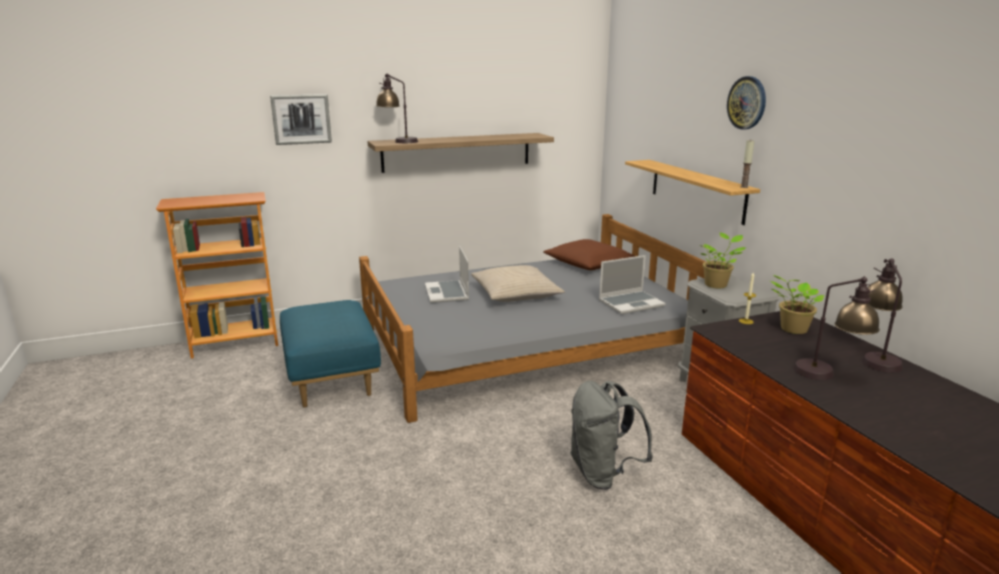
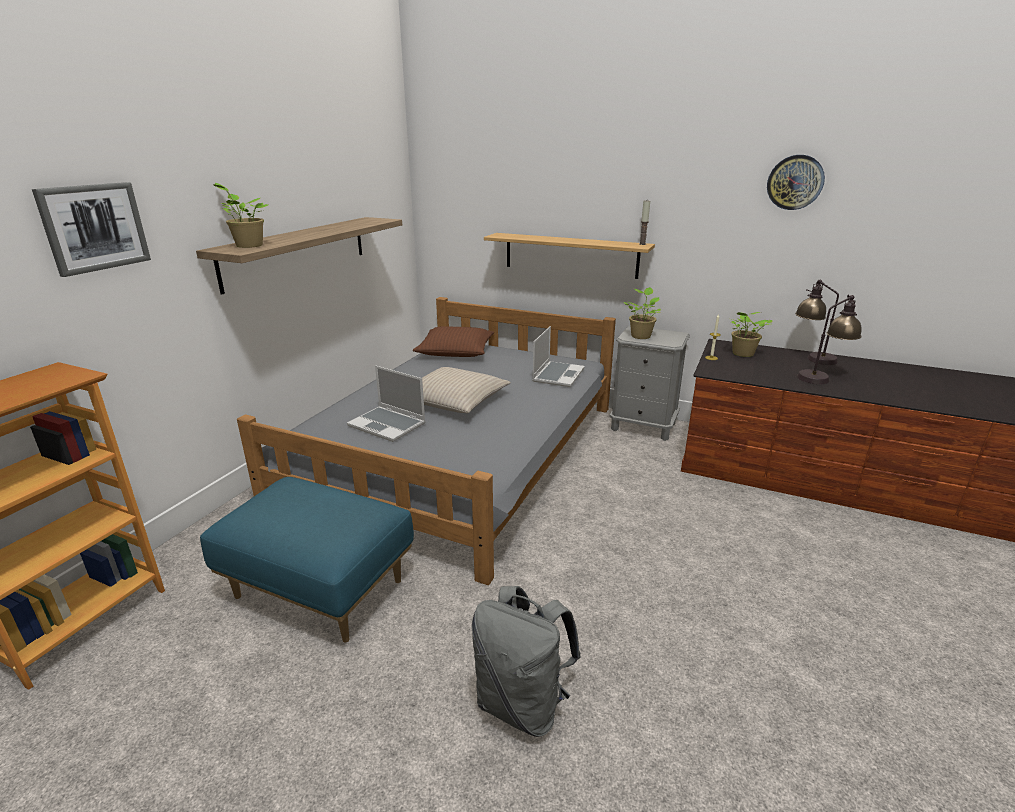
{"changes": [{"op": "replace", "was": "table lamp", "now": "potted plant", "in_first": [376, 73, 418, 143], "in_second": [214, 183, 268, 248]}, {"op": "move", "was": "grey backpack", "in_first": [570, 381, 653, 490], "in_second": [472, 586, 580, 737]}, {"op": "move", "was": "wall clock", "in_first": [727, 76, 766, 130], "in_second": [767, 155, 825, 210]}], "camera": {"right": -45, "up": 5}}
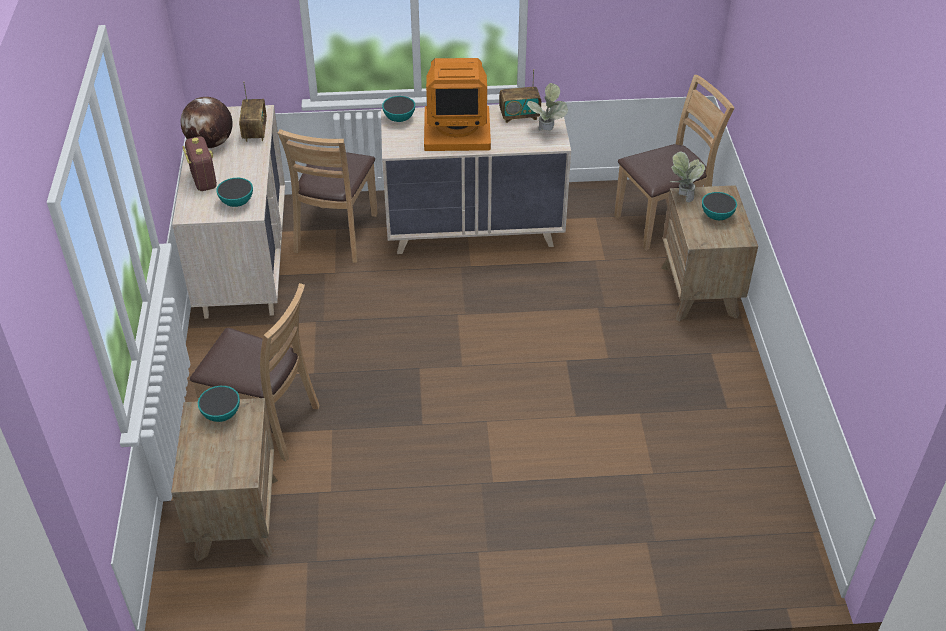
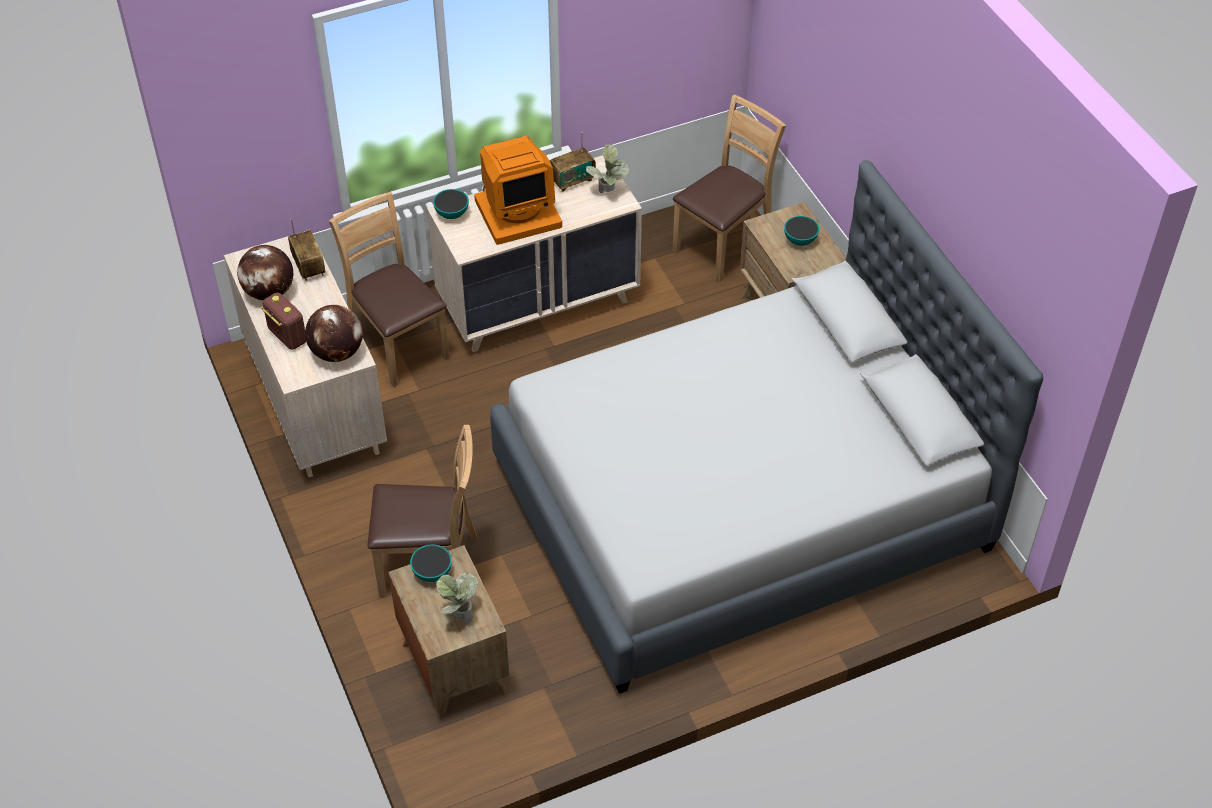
{"changes": [{"op": "replace", "was": "bowl", "now": "globe", "in_first": [216, 178, 253, 207], "in_second": [305, 305, 363, 362]}, {"op": "rotate", "was": "brown chair", "in_first": [278, 129, 378, 263], "in_second": [329, 192, 450, 387], "clockwise": 150}, {"op": "move", "was": "potted plant", "in_first": [670, 151, 705, 202], "in_second": [436, 573, 478, 624]}, {"op": "insert", "now": "grey bed", "in_second": [490, 160, 1043, 694]}], "camera": {"right": -20, "up": 5}}
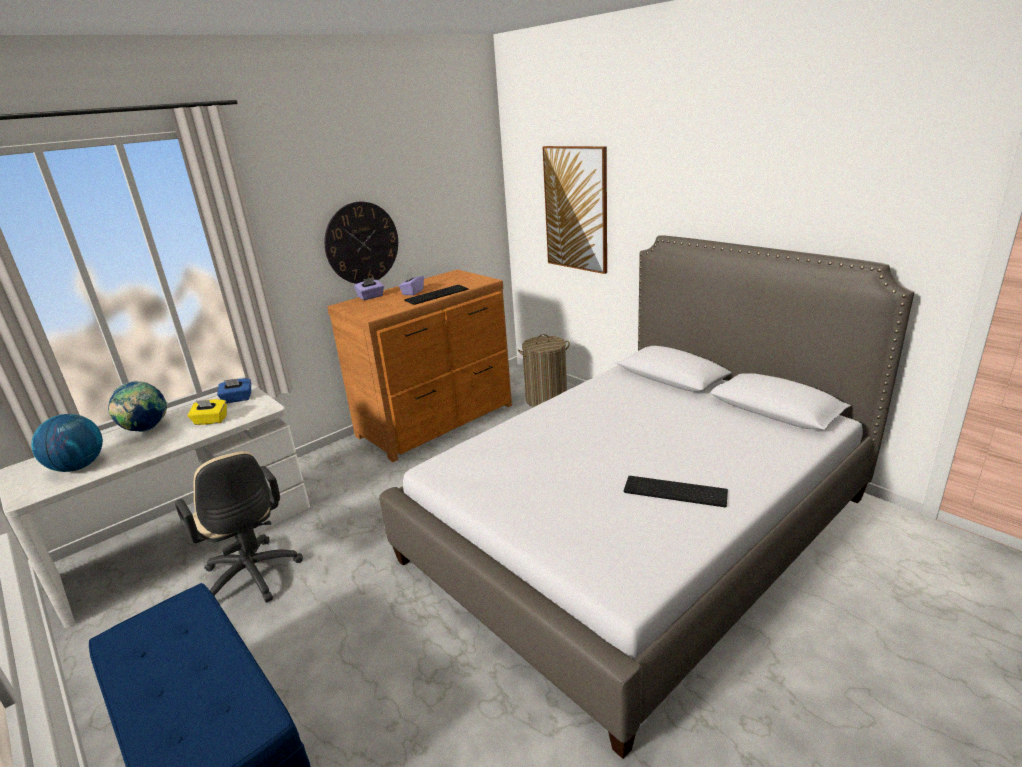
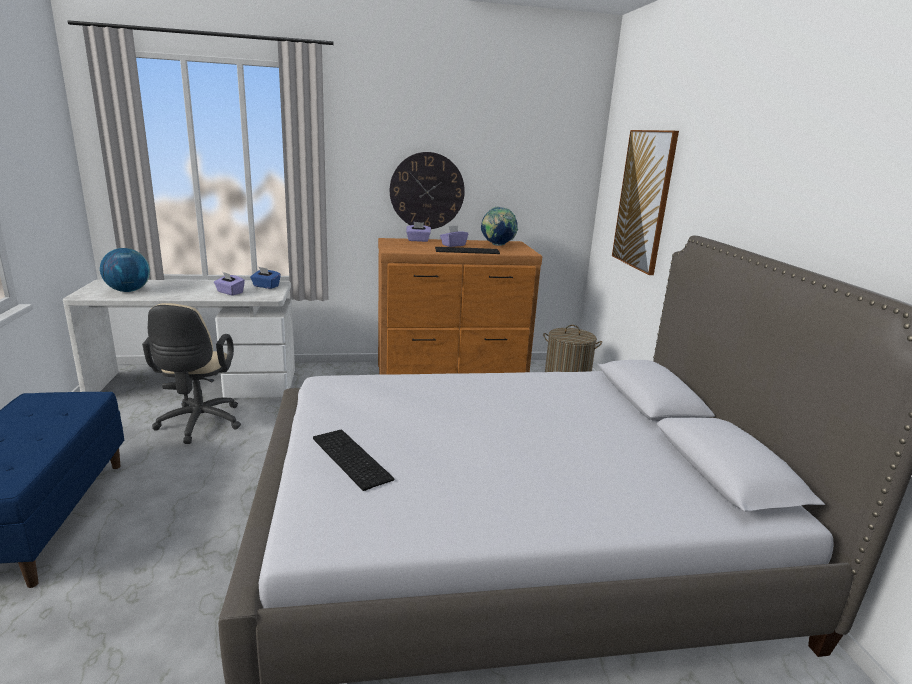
{"changes": [{"op": "recolor", "was": "yellow tissue box", "now": "purple tissue box", "in_first": [188, 399, 227, 425], "in_second": [214, 272, 245, 295]}, {"op": "move", "was": "keyboard", "in_first": [624, 476, 728, 507], "in_second": [313, 430, 394, 491]}, {"op": "move", "was": "globe", "in_first": [108, 381, 167, 432], "in_second": [481, 207, 518, 246]}], "camera": {"right": 30, "up": -5}}
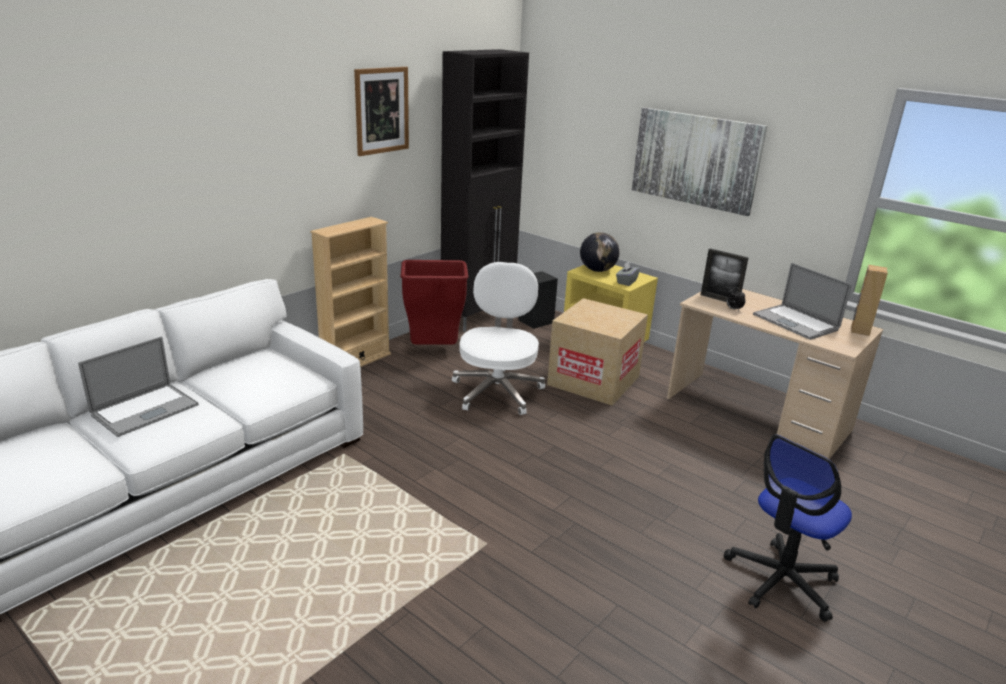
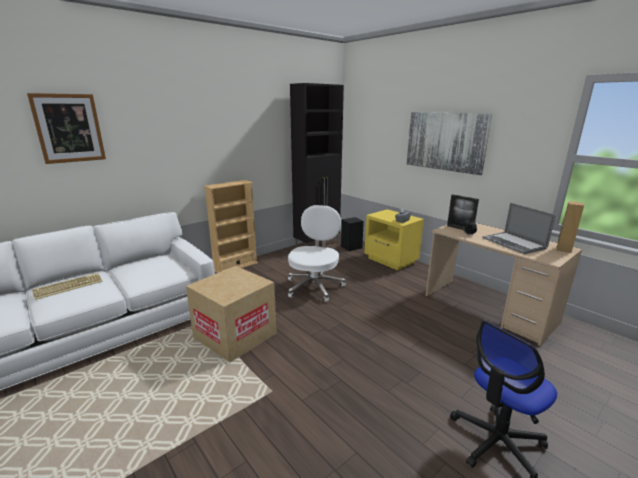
{"changes": [{"op": "move", "was": "picture", "in_first": [354, 67, 409, 156], "in_second": [27, 93, 106, 164]}, {"op": "replace", "was": "laptop", "now": "keyboard", "in_first": [78, 337, 199, 437], "in_second": [32, 273, 103, 300]}, {"op": "move", "was": "cardboard box", "in_first": [547, 298, 648, 406], "in_second": [186, 266, 277, 362]}, {"op": "delete", "was": "red trash can", "in_first": [400, 260, 469, 345]}, {"op": "delete", "was": "globe", "in_first": [580, 232, 620, 272]}], "camera": {"right": 10, "up": -5}}
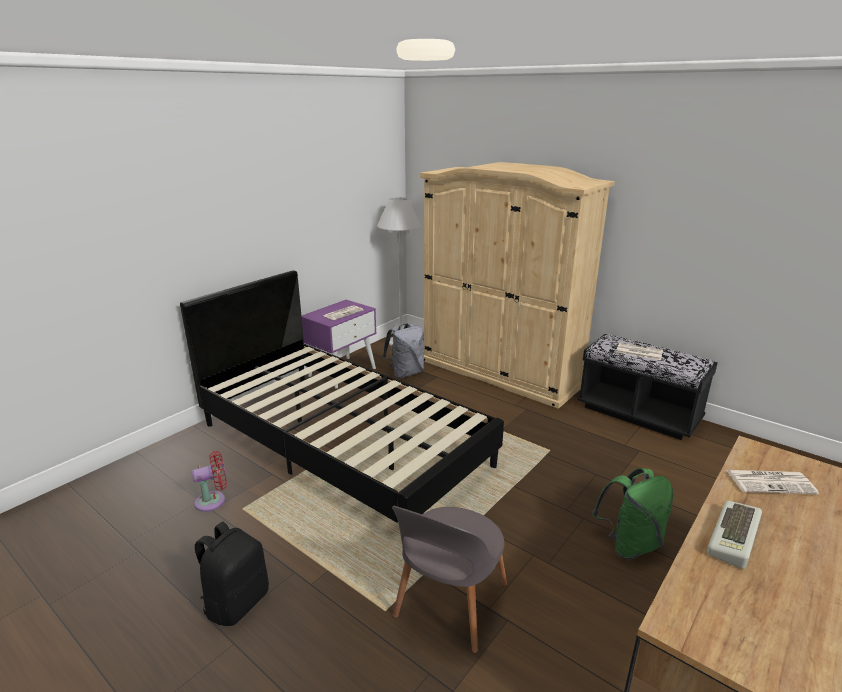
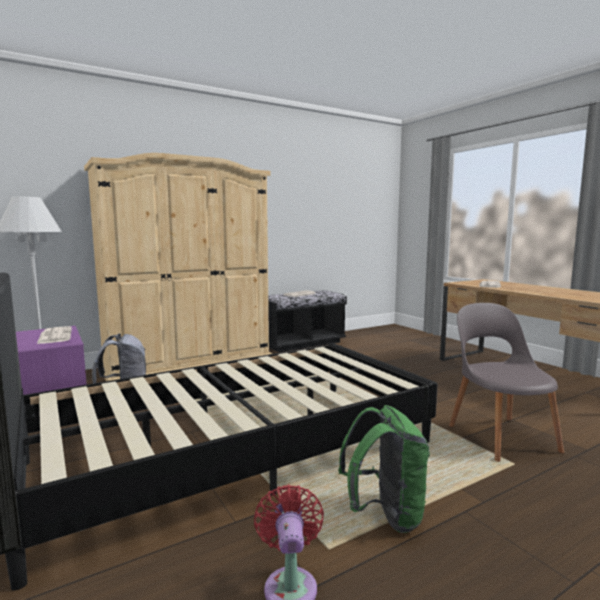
{"changes": [{"op": "move", "was": "green backpack", "in_first": [592, 468, 673, 559], "in_second": [338, 405, 430, 533]}, {"op": "rotate", "was": "grey chair", "in_first": [392, 506, 507, 653], "in_second": [449, 303, 564, 462], "clockwise": -150}, {"op": "delete", "was": "black backpack", "in_first": [195, 522, 269, 626]}, {"op": "delete", "was": "keyboard", "in_first": [707, 501, 762, 569]}], "camera": {"right": -70, "up": -15}}
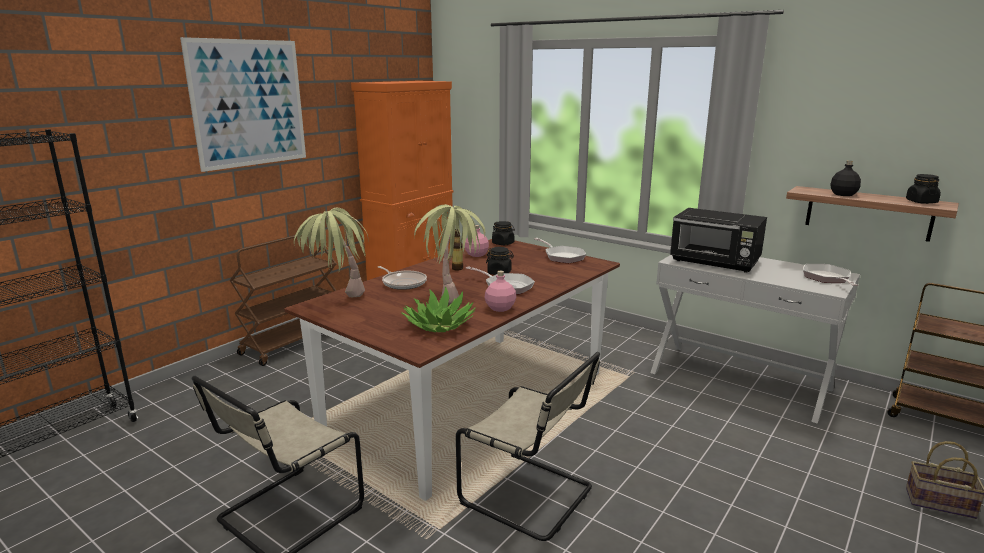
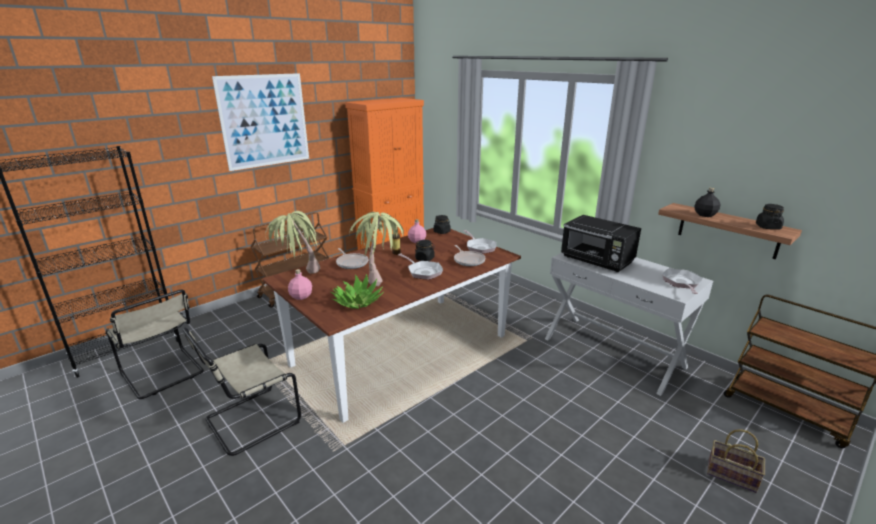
{"changes": [{"op": "move", "was": "beige chair", "in_first": [456, 352, 600, 541], "in_second": [106, 290, 204, 399]}, {"op": "move", "was": "pink bottle", "in_first": [484, 271, 516, 312], "in_second": [288, 269, 312, 300]}, {"op": "insert", "now": "frying pan", "in_second": [454, 245, 485, 266]}], "camera": {"right": 10, "up": 5}}
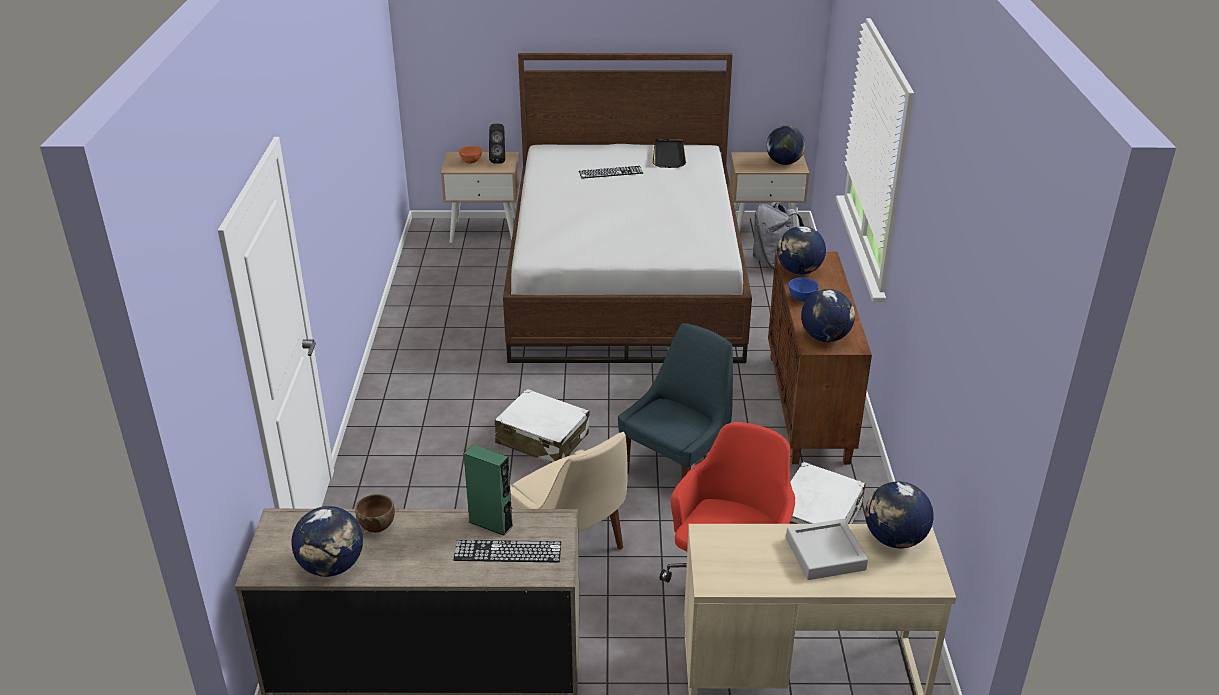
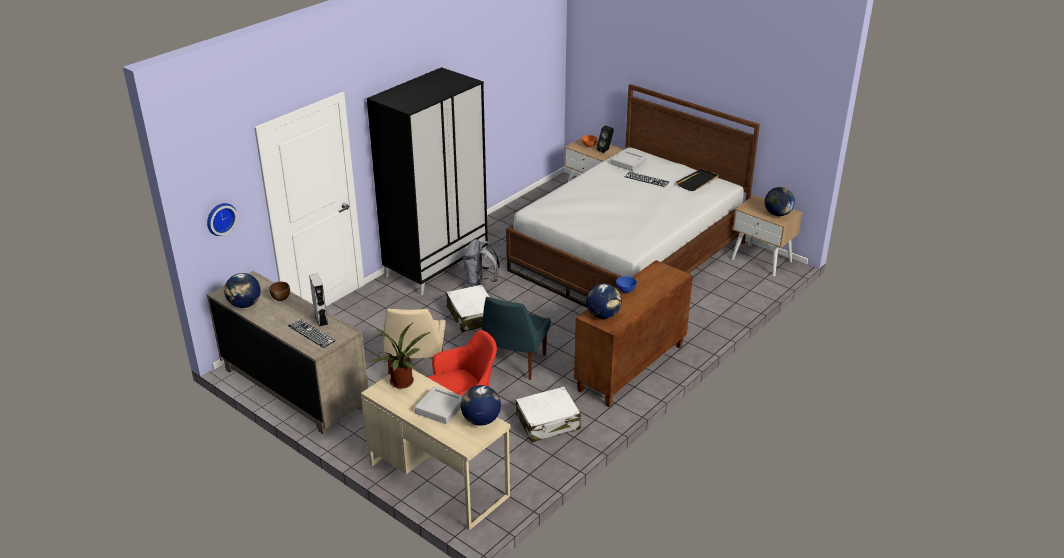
{"changes": [{"op": "insert", "now": "wall clock", "in_second": [207, 203, 238, 236]}, {"op": "recolor", "was": "green speaker", "now": "grey speaker", "in_first": [464, 445, 513, 536], "in_second": [309, 274, 328, 327]}, {"op": "insert", "now": "black wardrobe", "in_second": [367, 67, 488, 296]}, {"op": "insert", "now": "potted plant", "in_second": [371, 323, 431, 389]}, {"op": "move", "was": "grey backpack", "in_first": [753, 202, 804, 269], "in_second": [463, 239, 500, 287]}, {"op": "rotate", "was": "blue chair", "in_first": [618, 323, 733, 479], "in_second": [482, 297, 551, 380], "clockwise": 120}, {"op": "insert", "now": "grey tray", "in_second": [611, 150, 646, 171]}, {"op": "delete", "was": "globe", "in_first": [777, 226, 826, 275]}], "camera": {"right": 40, "up": 0}}
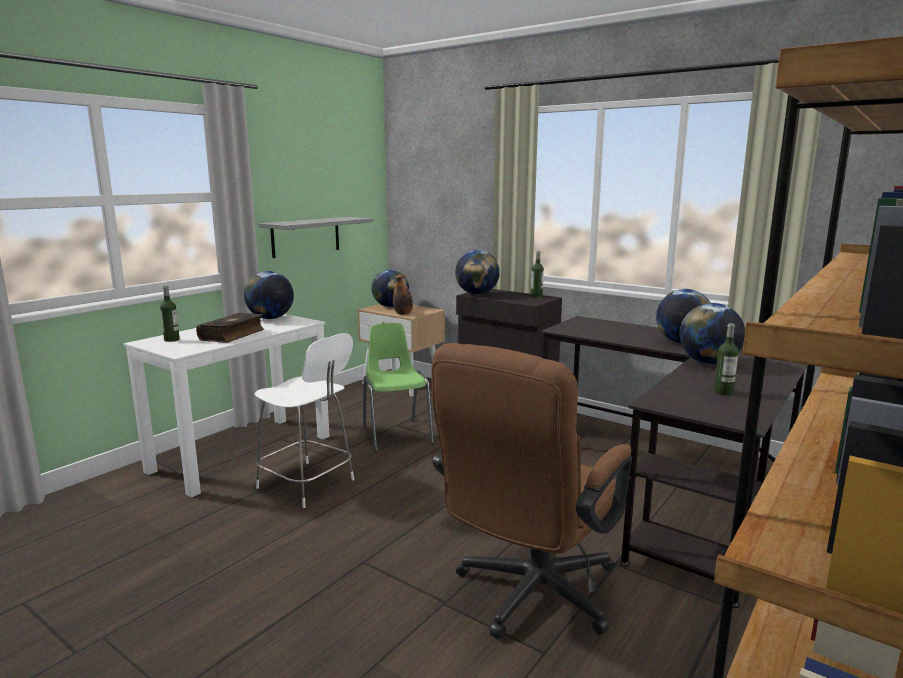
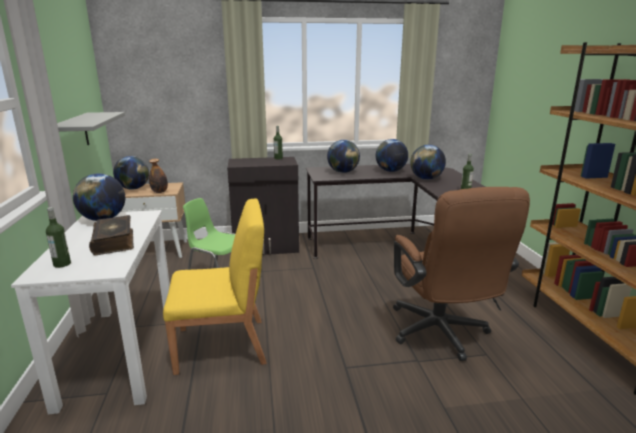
{"changes": [{"op": "replace", "was": "white stool", "now": "yellow chair", "in_first": [254, 333, 354, 508], "in_second": [163, 199, 267, 375]}, {"op": "move", "was": "globe", "in_first": [455, 250, 500, 295], "in_second": [327, 140, 360, 173]}], "camera": {"right": -45, "up": 5}}
